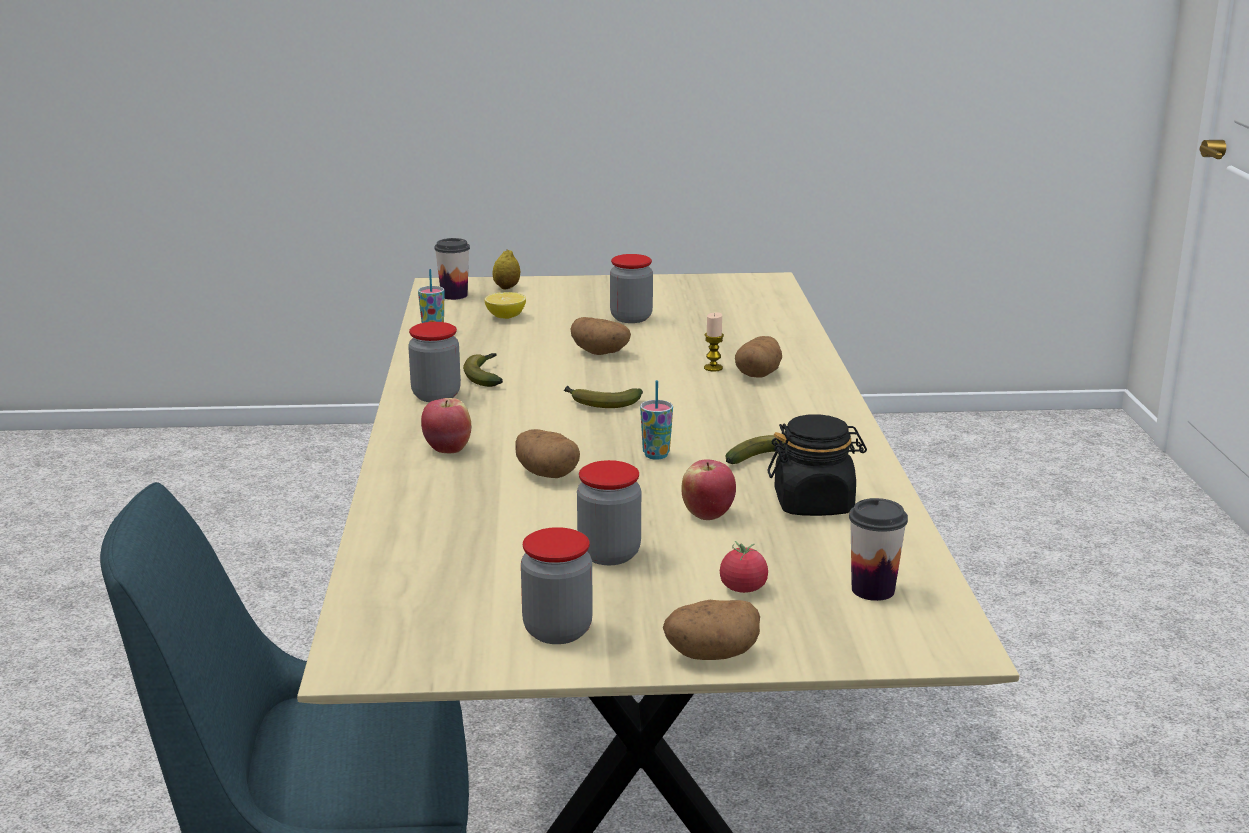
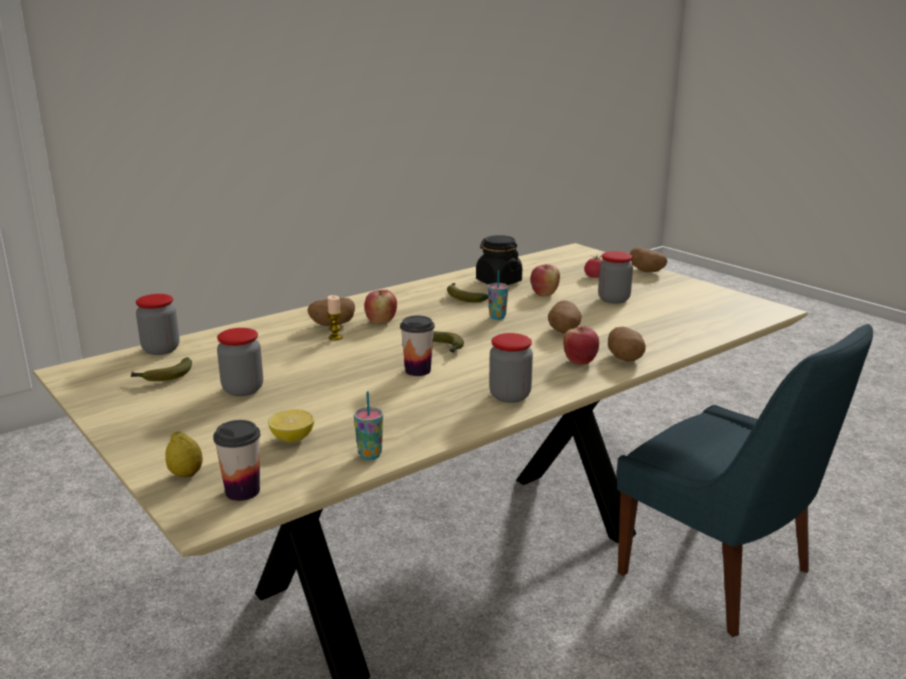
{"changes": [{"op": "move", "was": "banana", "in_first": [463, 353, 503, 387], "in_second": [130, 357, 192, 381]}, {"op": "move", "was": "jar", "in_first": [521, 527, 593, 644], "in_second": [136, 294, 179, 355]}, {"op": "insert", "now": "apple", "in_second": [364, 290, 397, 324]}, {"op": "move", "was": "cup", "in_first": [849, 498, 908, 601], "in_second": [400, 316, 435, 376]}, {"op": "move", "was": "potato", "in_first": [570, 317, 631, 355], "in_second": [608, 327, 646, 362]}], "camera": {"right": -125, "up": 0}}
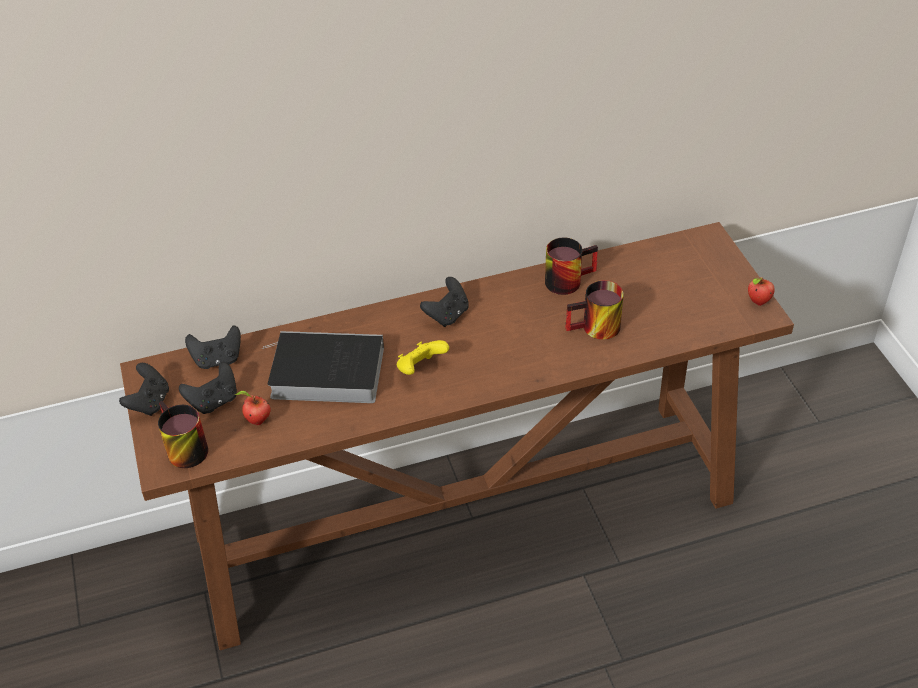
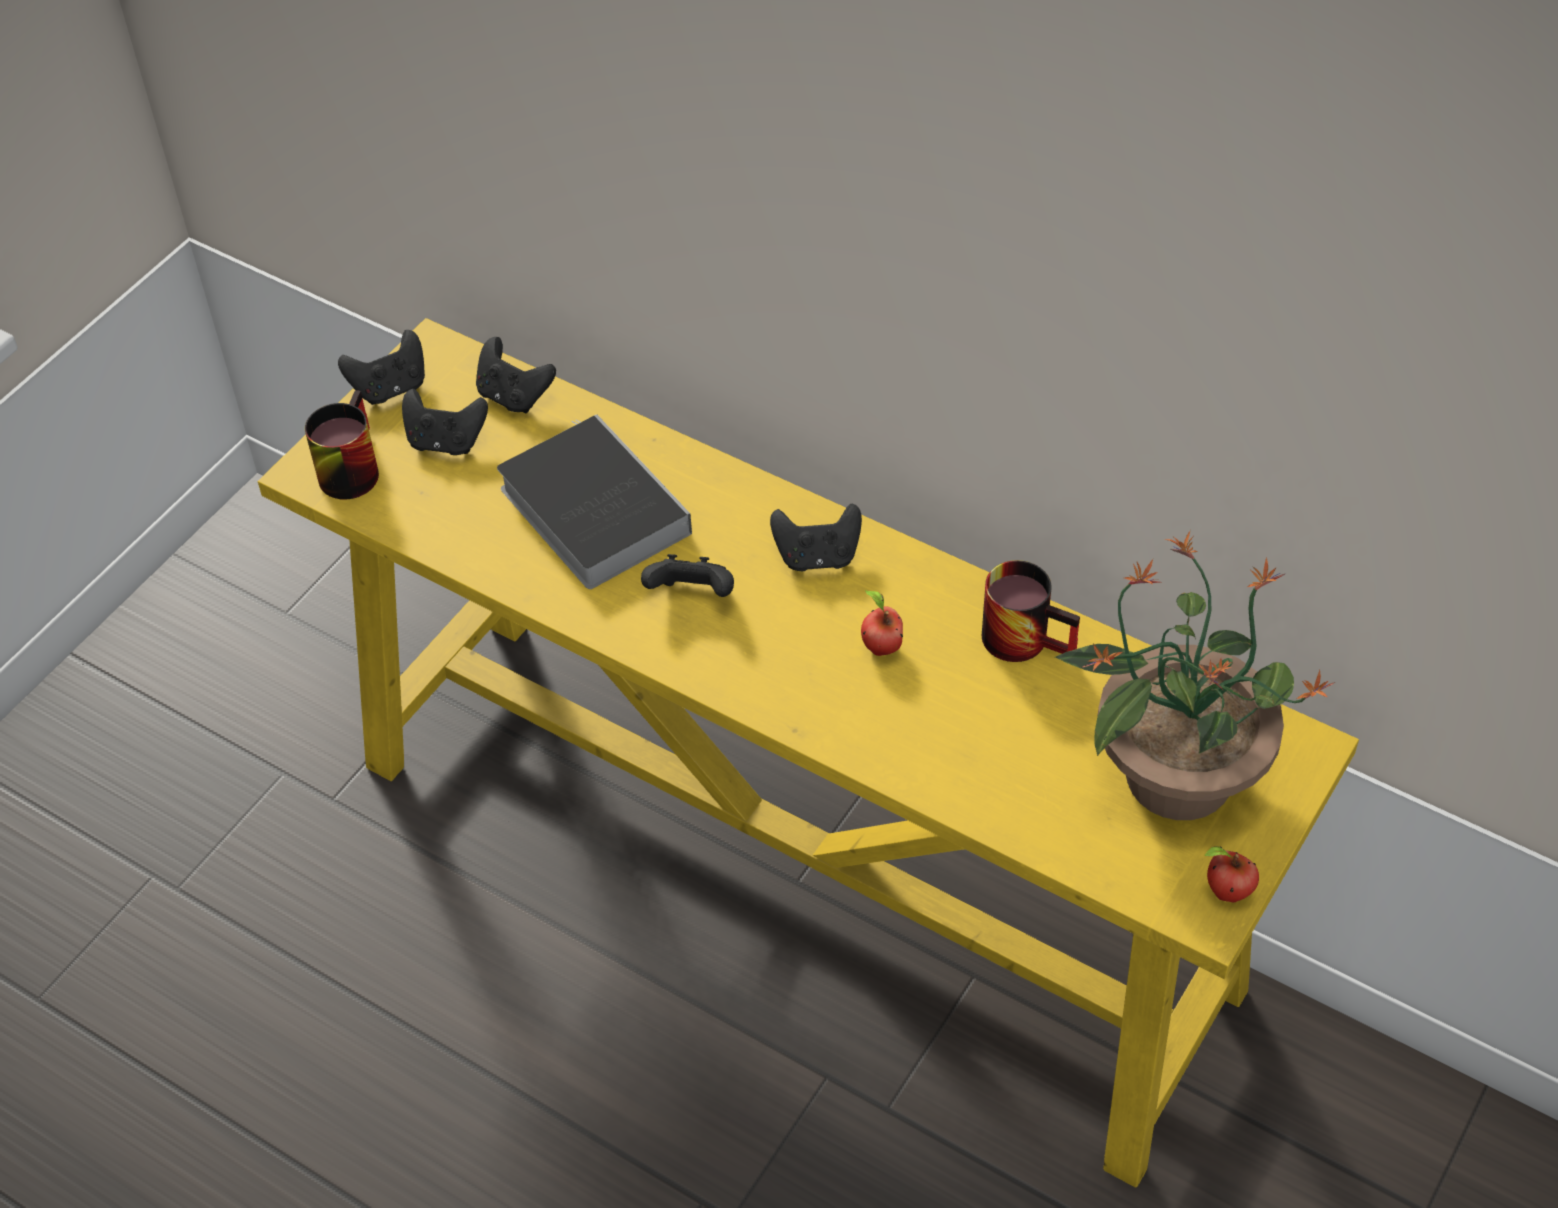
{"changes": [{"op": "recolor", "was": "brown console table", "now": "yellow console table", "in_first": [120, 222, 794, 650], "in_second": [258, 318, 1359, 1187]}, {"op": "recolor", "was": "yellow game controller", "now": "black game controller", "in_first": [397, 340, 449, 375], "in_second": [641, 554, 734, 597]}, {"op": "move", "was": "apple", "in_first": [234, 391, 271, 425], "in_second": [861, 590, 903, 656]}, {"op": "insert", "now": "potted plant", "in_second": [1055, 530, 1335, 820]}, {"op": "delete", "was": "mug", "in_first": [565, 280, 624, 340]}], "camera": {"right": 50, "up": 5}}
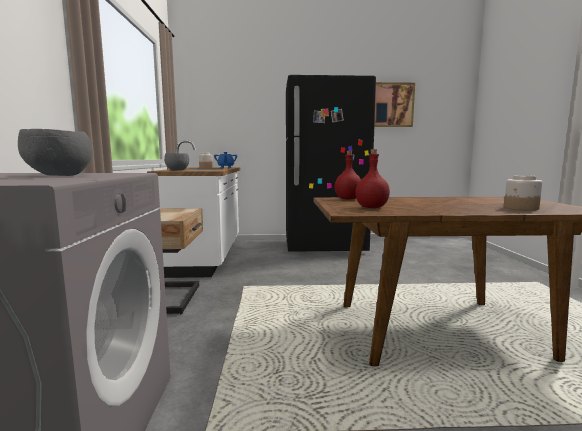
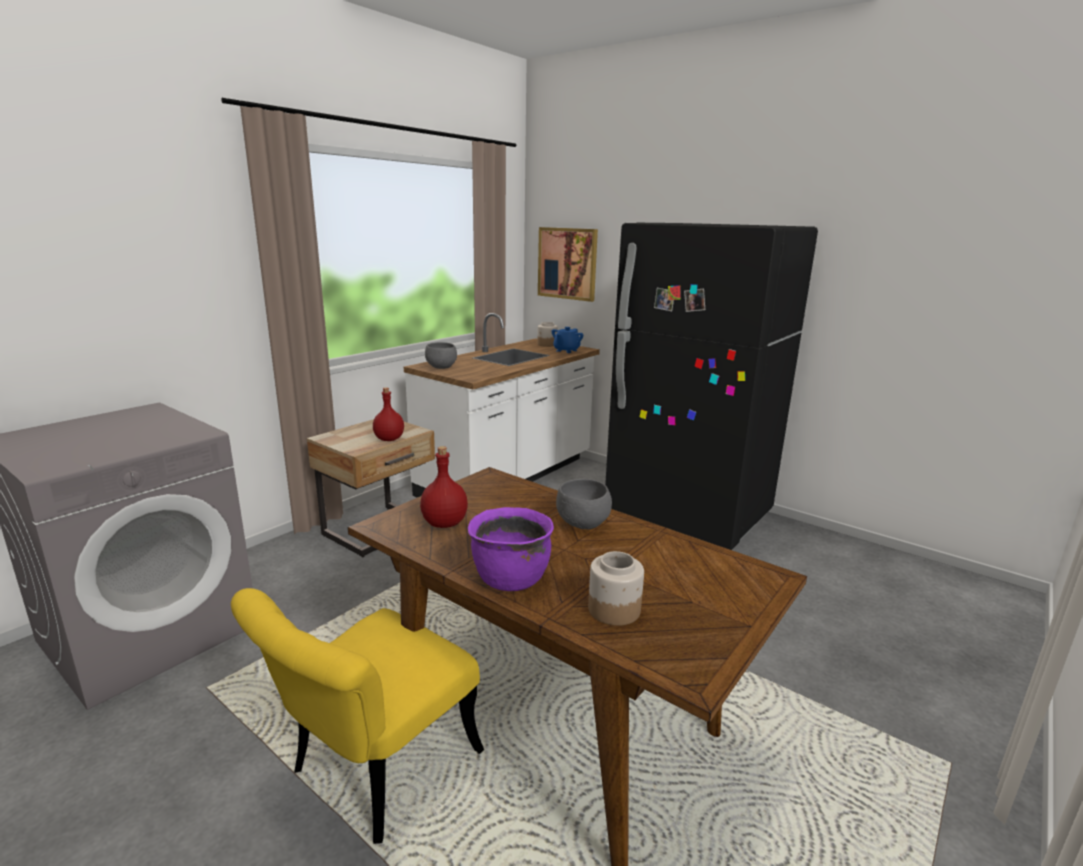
{"changes": [{"op": "insert", "now": "yellow chair", "in_second": [231, 588, 484, 844]}, {"op": "move", "was": "red bottle", "in_first": [335, 151, 361, 200], "in_second": [373, 387, 404, 441]}, {"op": "insert", "now": "purple cooking pot", "in_second": [468, 507, 554, 591]}, {"op": "move", "was": "picture", "in_first": [374, 82, 415, 127], "in_second": [538, 227, 598, 302]}, {"op": "move", "was": "grey bowl", "in_first": [18, 129, 92, 176], "in_second": [556, 479, 612, 529]}], "camera": {"right": 40, "up": 10}}
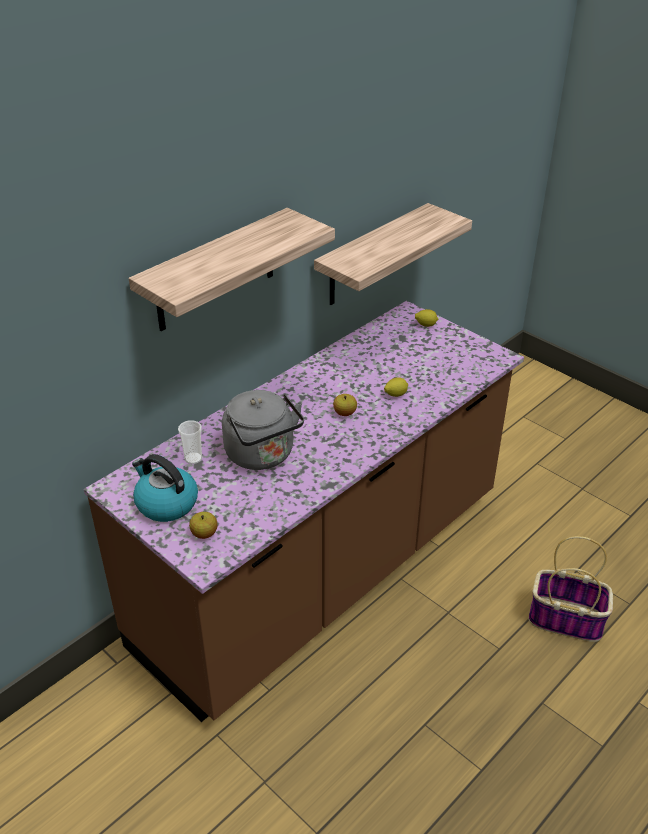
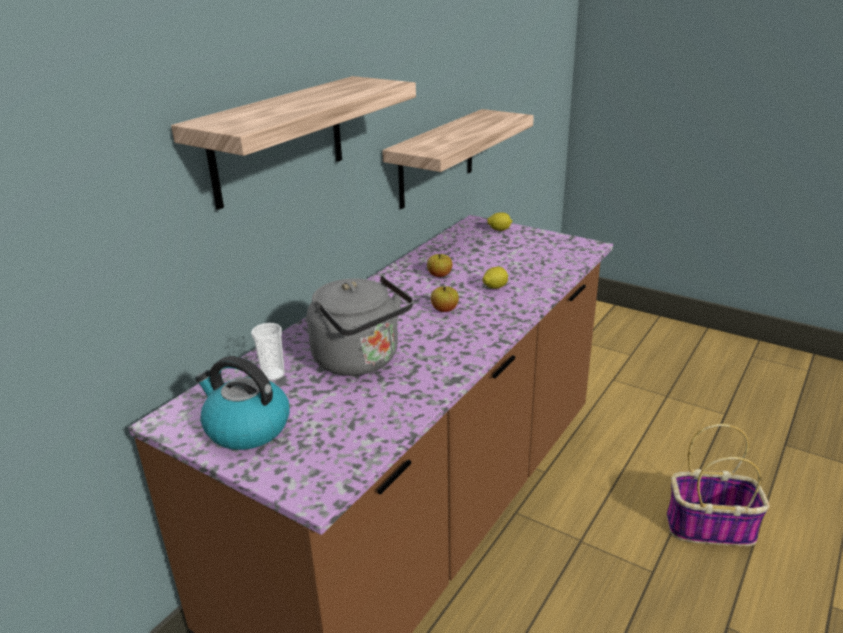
{"changes": [{"op": "move", "was": "apple", "in_first": [189, 512, 217, 539], "in_second": [427, 254, 452, 277]}], "camera": {"right": -10, "up": -10}}
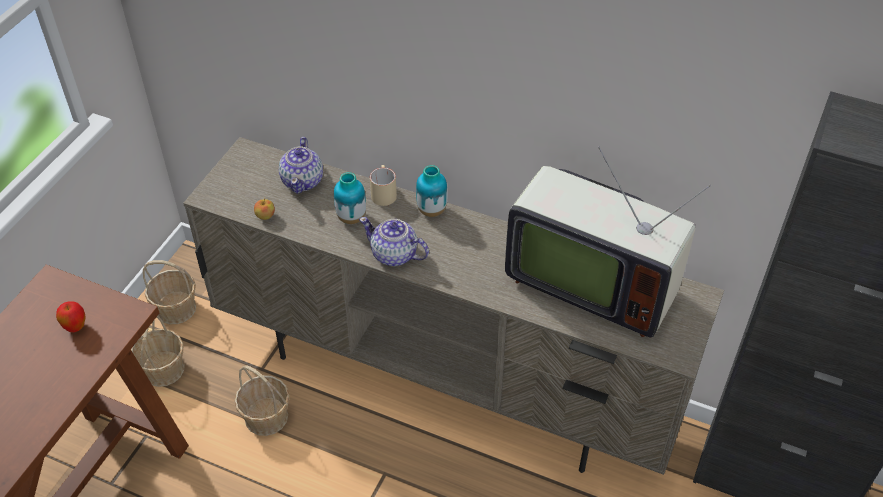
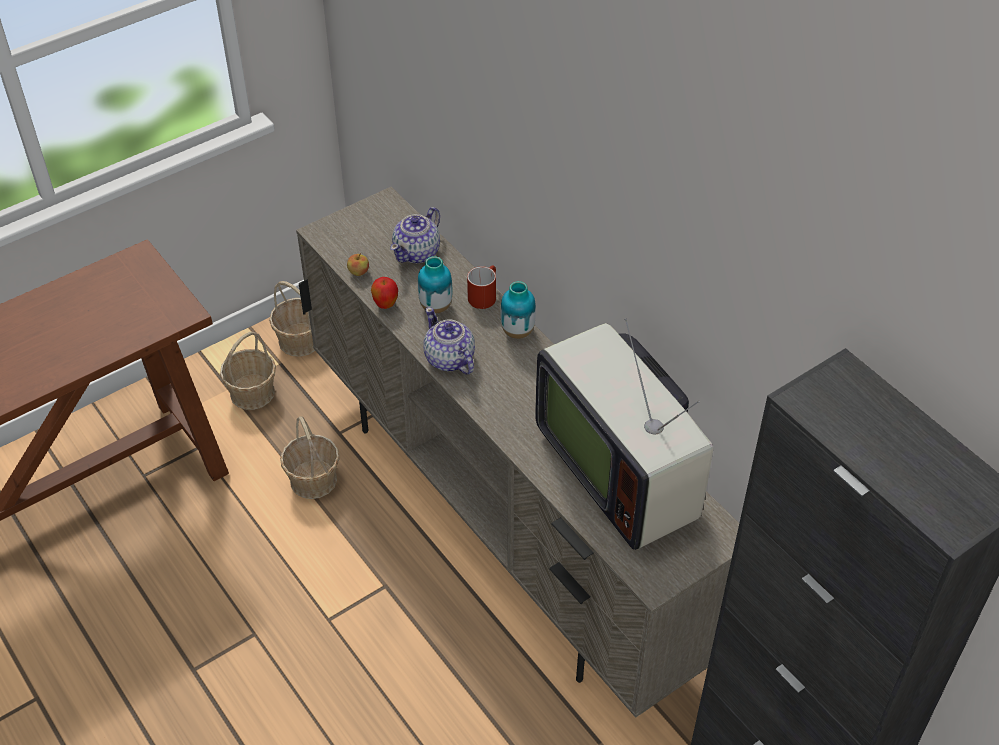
{"changes": [{"op": "move", "was": "apple", "in_first": [56, 301, 86, 332], "in_second": [371, 277, 398, 309]}, {"op": "recolor", "was": "beige mug", "now": "red mug", "in_first": [370, 165, 397, 206], "in_second": [467, 265, 496, 309]}], "camera": {"right": 30, "up": 0}}
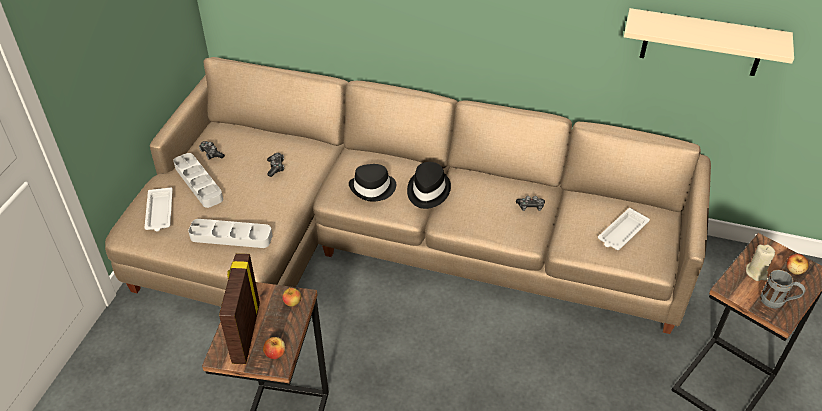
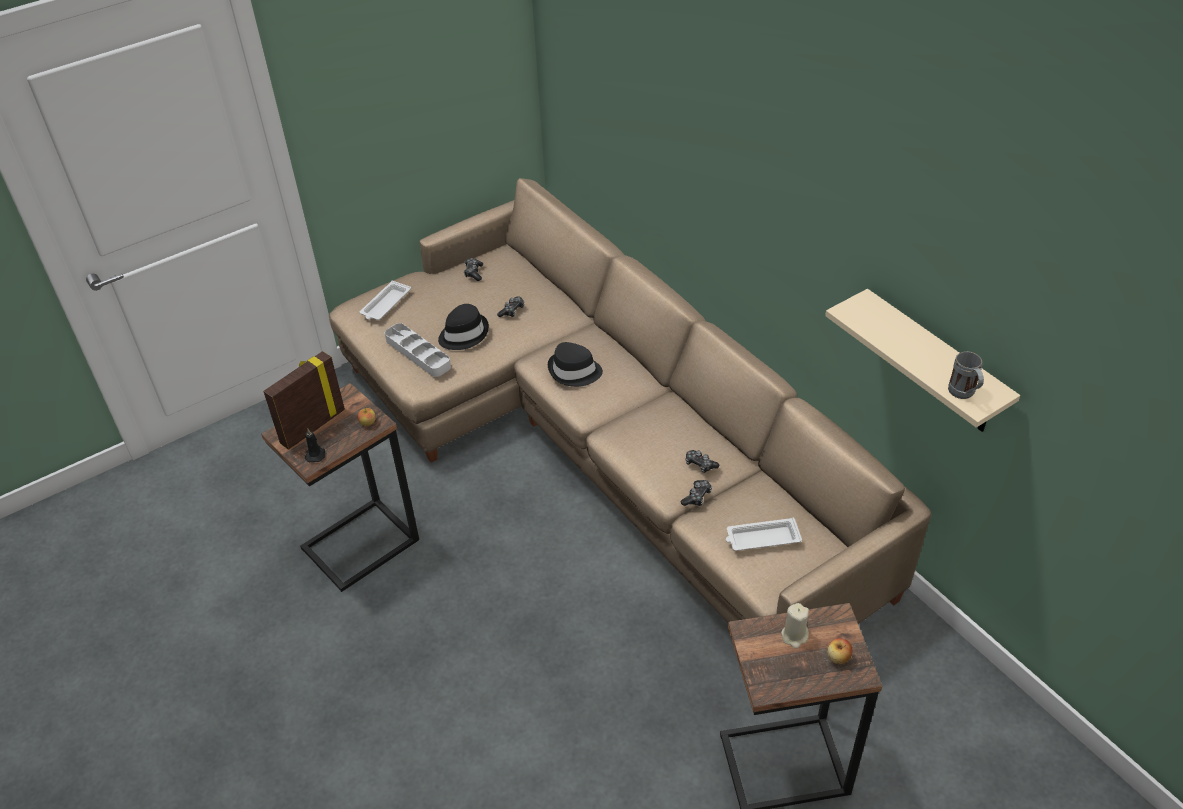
{"changes": [{"op": "replace", "was": "apple", "now": "black candle", "in_first": [263, 337, 285, 359], "in_second": [305, 429, 325, 462]}, {"op": "move", "was": "black hat", "in_first": [407, 162, 451, 209], "in_second": [438, 304, 489, 350]}, {"op": "insert", "now": "game controller", "in_second": [681, 480, 712, 506]}, {"op": "move", "was": "grey mug", "in_first": [760, 270, 806, 309], "in_second": [948, 351, 984, 399]}, {"op": "delete", "was": "grey tray", "in_first": [173, 153, 223, 208]}], "camera": {"right": 40, "up": 0}}
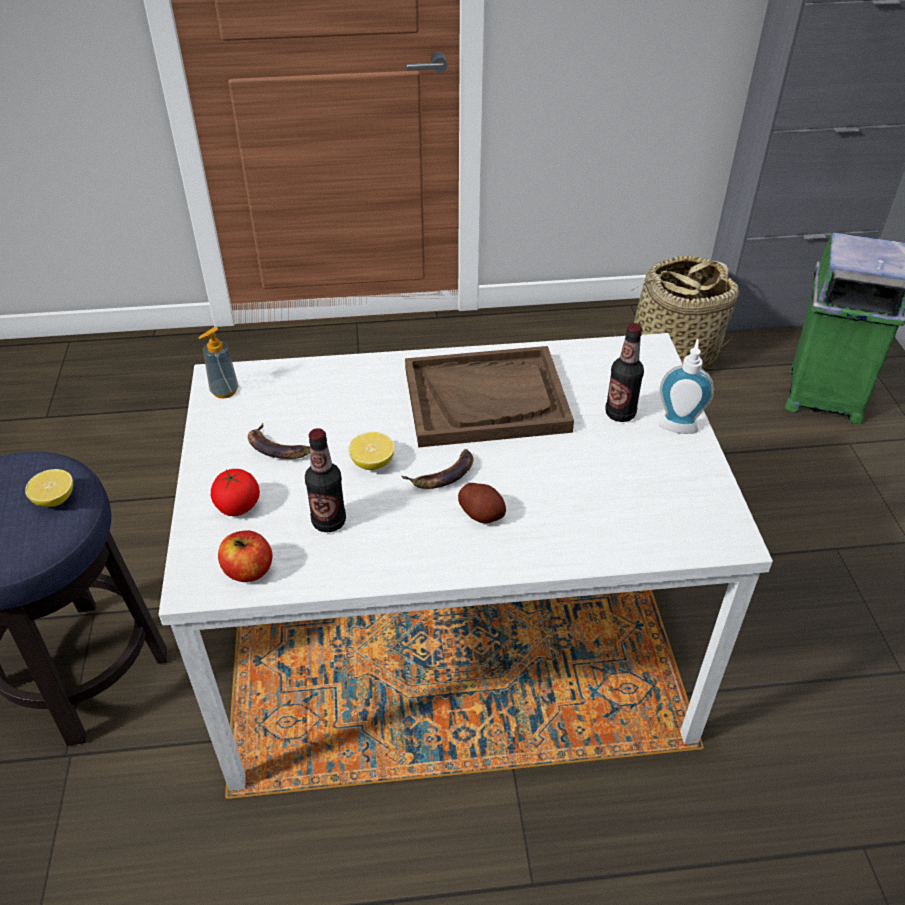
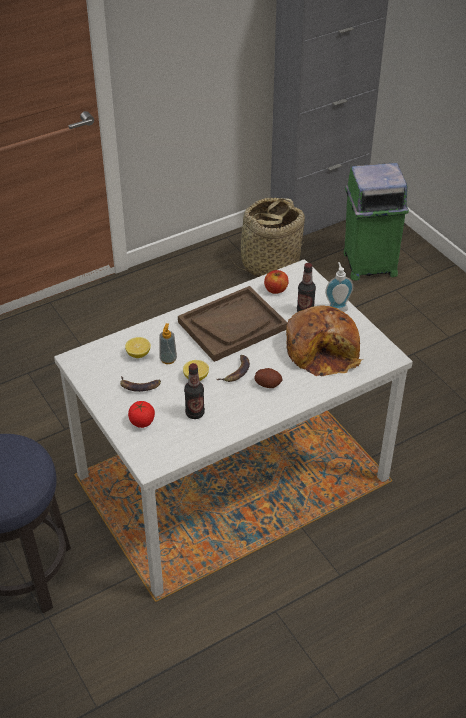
{"changes": [{"op": "move", "was": "lemon", "in_first": [25, 469, 73, 507], "in_second": [125, 337, 151, 358]}, {"op": "move", "was": "soap dispenser", "in_first": [199, 327, 238, 398], "in_second": [160, 323, 177, 364]}, {"op": "move", "was": "apple", "in_first": [218, 530, 272, 582], "in_second": [264, 270, 289, 294]}, {"op": "insert", "now": "bread", "in_second": [286, 305, 363, 377]}], "camera": {"right": -25, "up": 0}}
